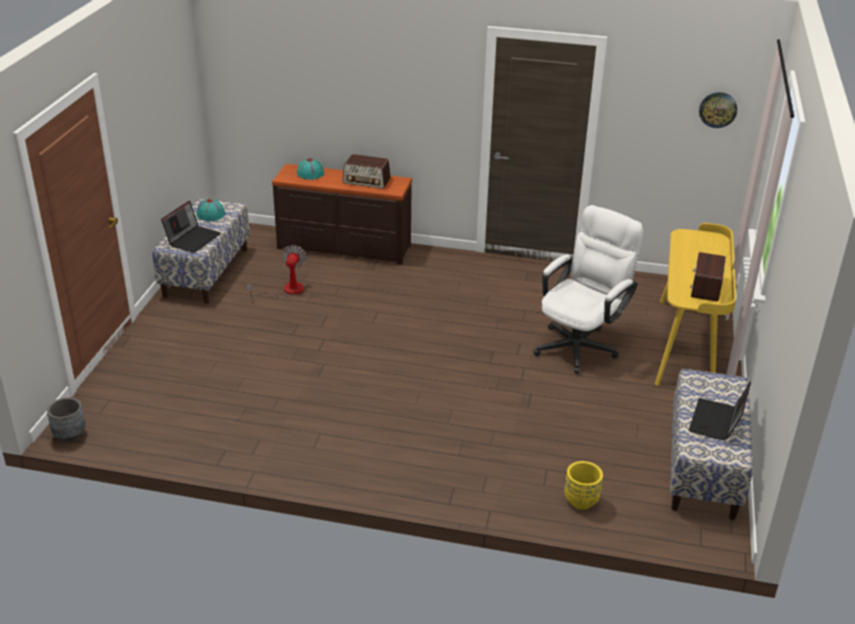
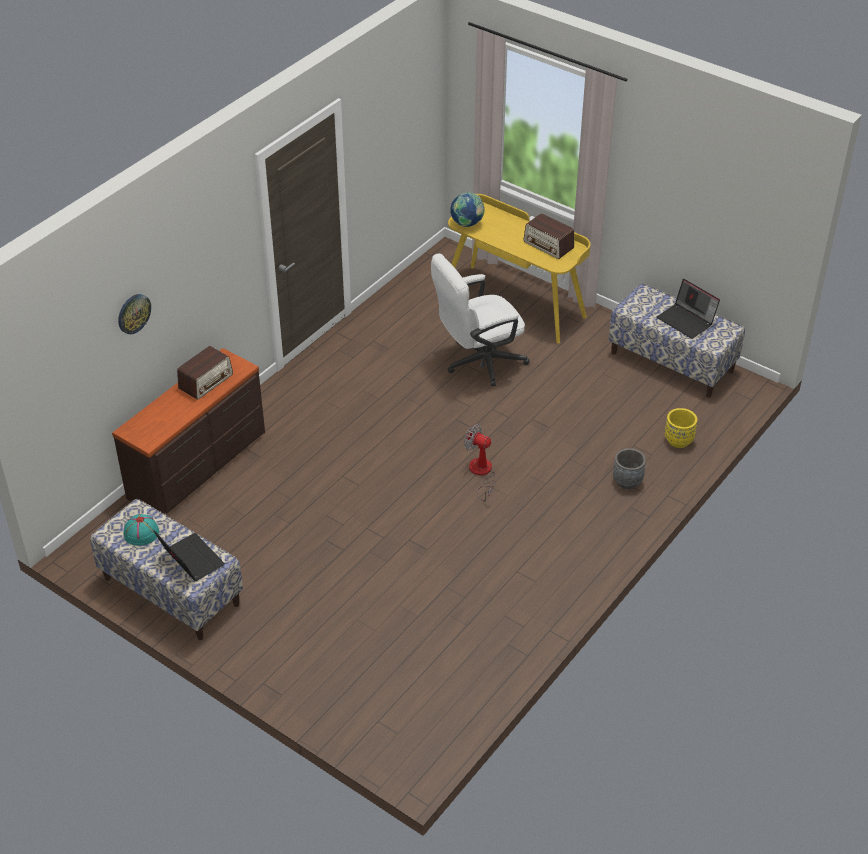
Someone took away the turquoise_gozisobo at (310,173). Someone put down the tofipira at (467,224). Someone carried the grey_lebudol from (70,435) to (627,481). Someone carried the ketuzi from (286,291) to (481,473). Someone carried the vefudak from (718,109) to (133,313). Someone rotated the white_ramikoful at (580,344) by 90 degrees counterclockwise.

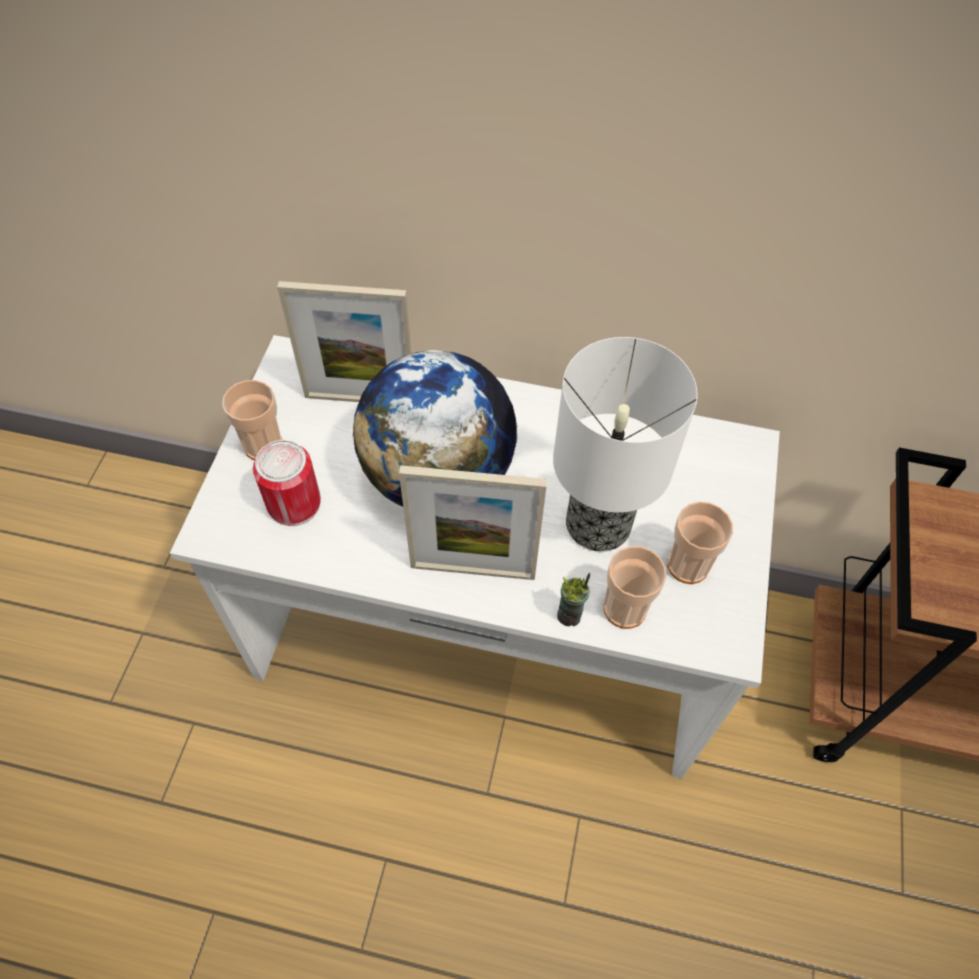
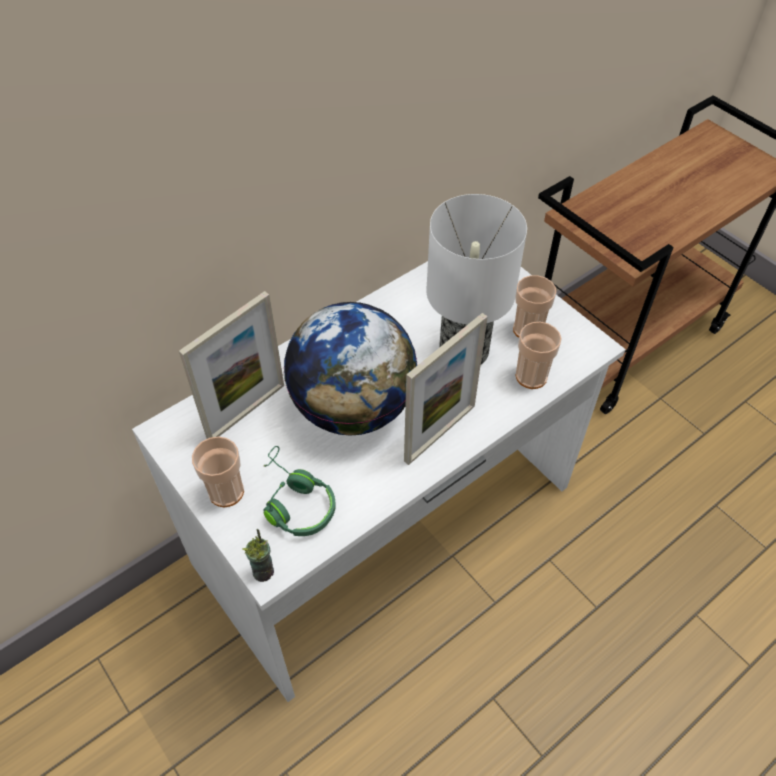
Someone carried the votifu from (570,615) to (263,571). Someone swapped the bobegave at (294,503) for the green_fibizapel at (294,501).

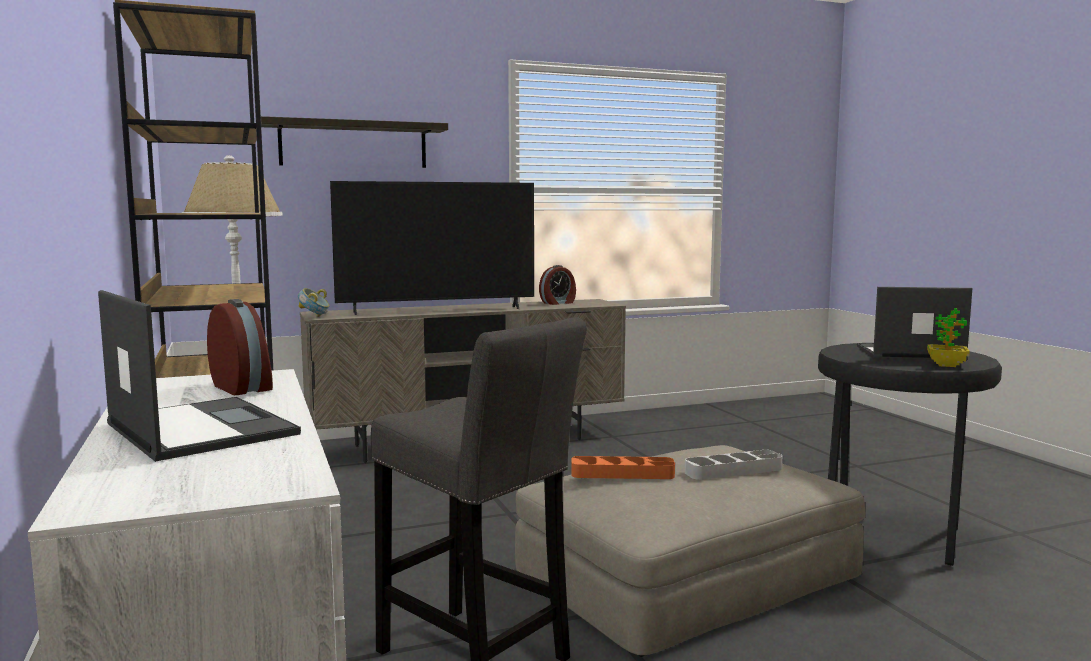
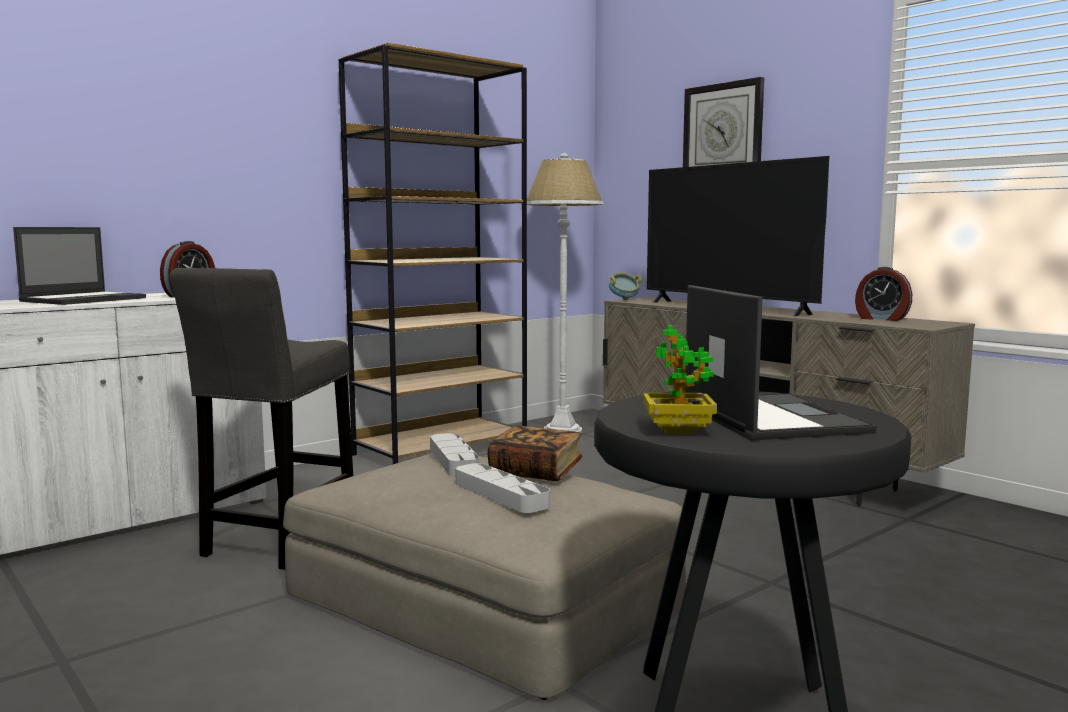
Someone put down the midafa at (535,472). Someone swapped the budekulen at (353,145) for the vefudak at (723,131). Someone repainted the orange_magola at (622,474), which became the grey_magola at (453,460).

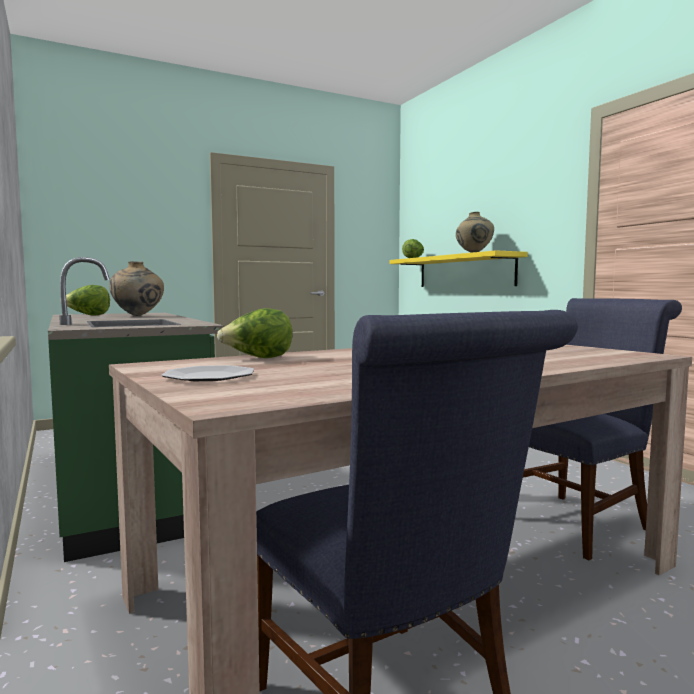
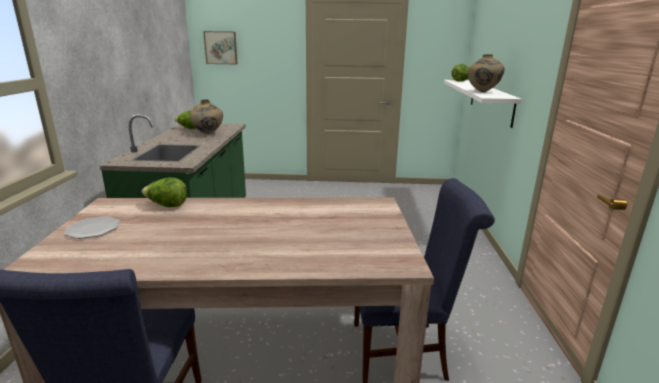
Someone put up the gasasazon at (221,47). Someone repainted the yellow_budekulen at (464,271), which became the white_budekulen at (490,101).

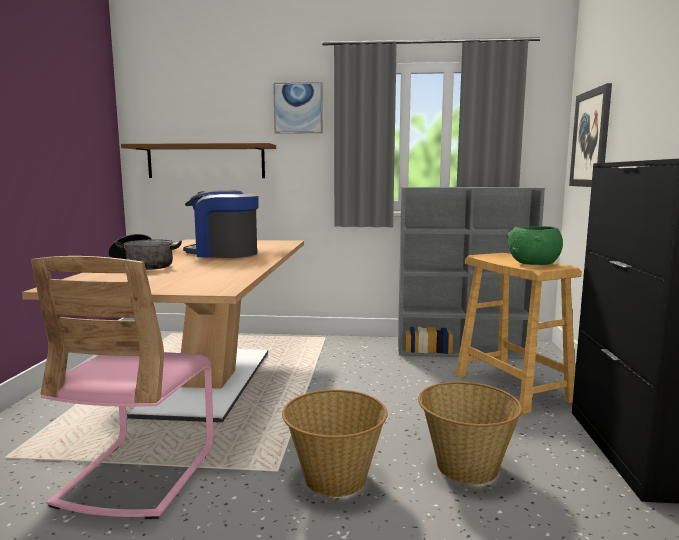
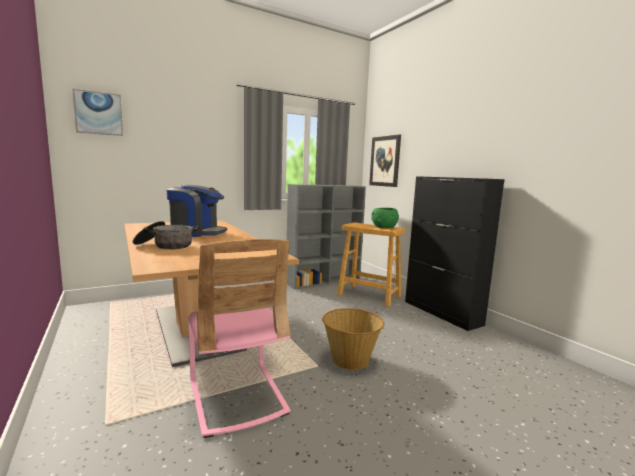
Someone took away the brown_budekulen at (206,161). Someone took away the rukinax at (465,467). Someone carried the gasasazon from (298,108) to (98,113). Someone rotated the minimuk at (224,253) by 150 degrees counterclockwise.

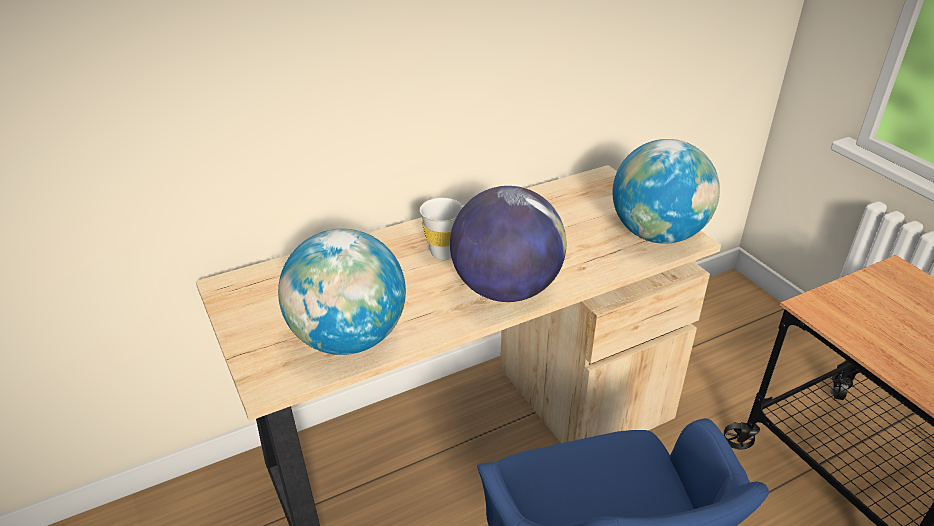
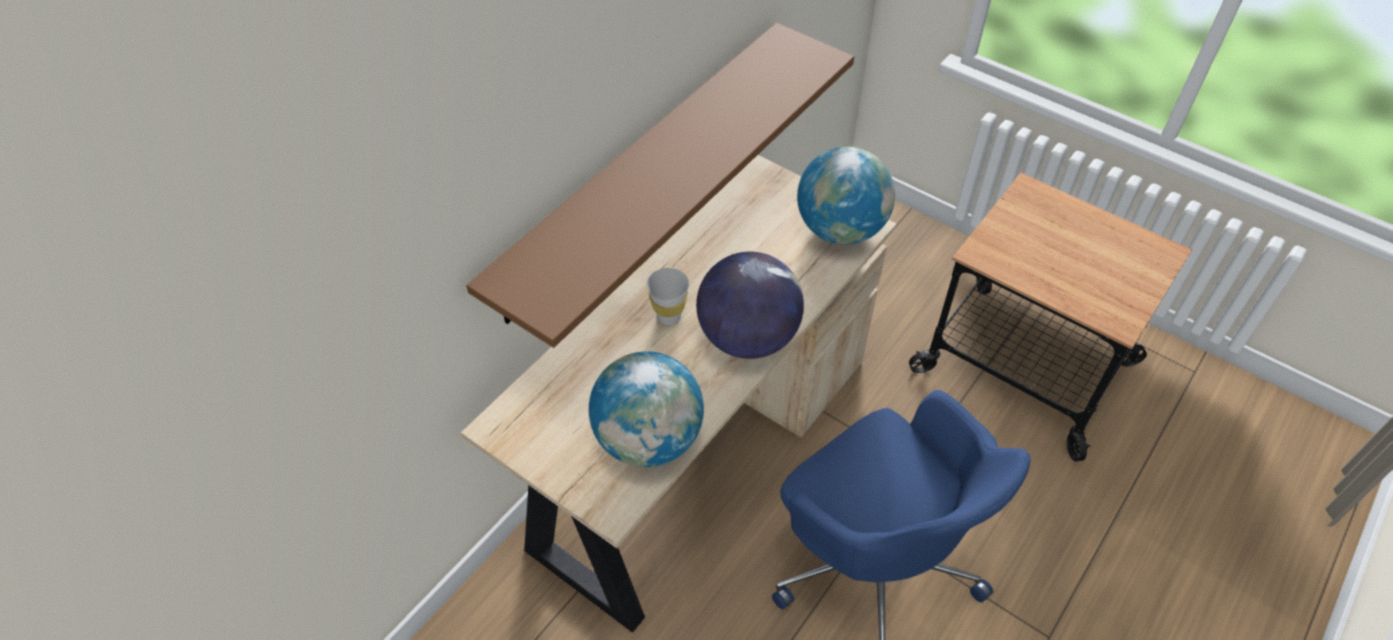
Someone put up the brown_budekulen at (641,169).

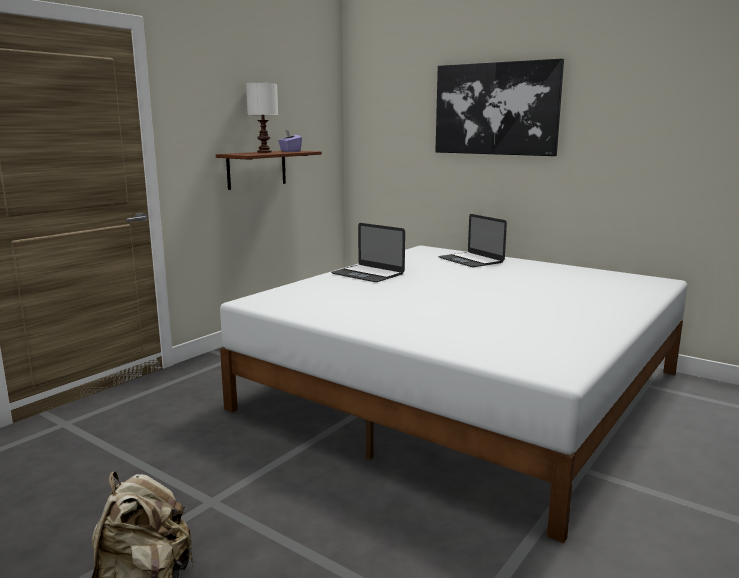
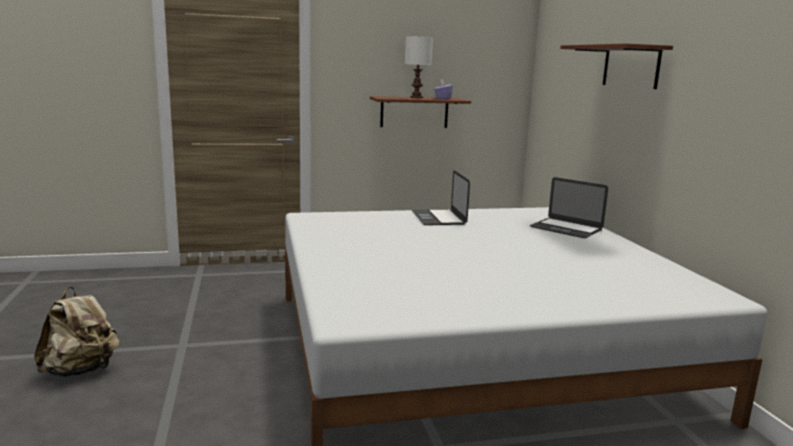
Someone swapped the gasasazon at (496,109) for the brown_budekulen at (631,66). Someone rotated the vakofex at (470,260) by 60 degrees counterclockwise.

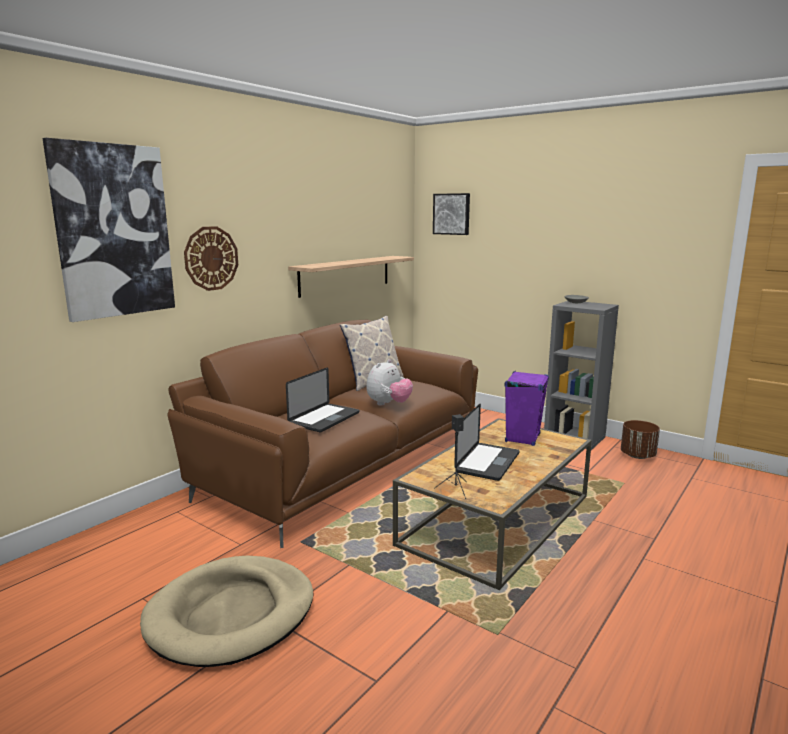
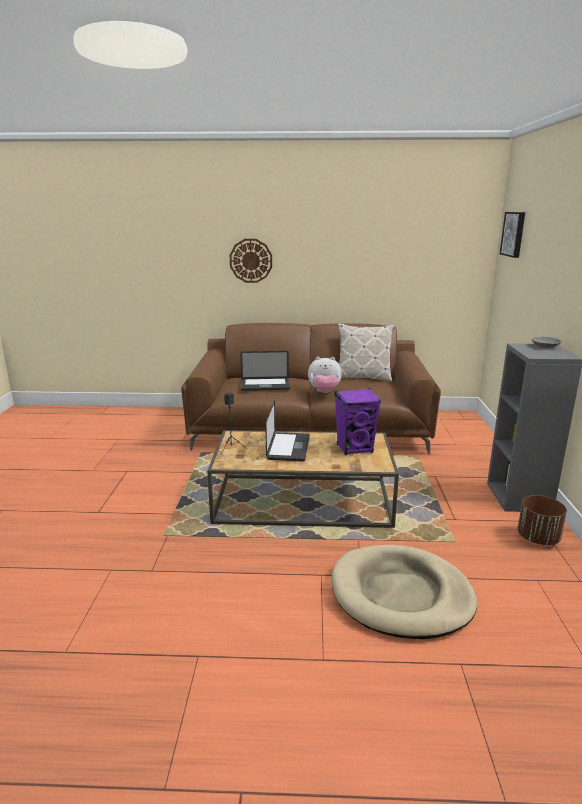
Someone took away the gasasazon at (113,231). Someone took away the budekulen at (345,275). Someone carried the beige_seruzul from (231,614) to (401,595). Someone rotated the vakofex at (487,462) by 75 degrees counterclockwise.

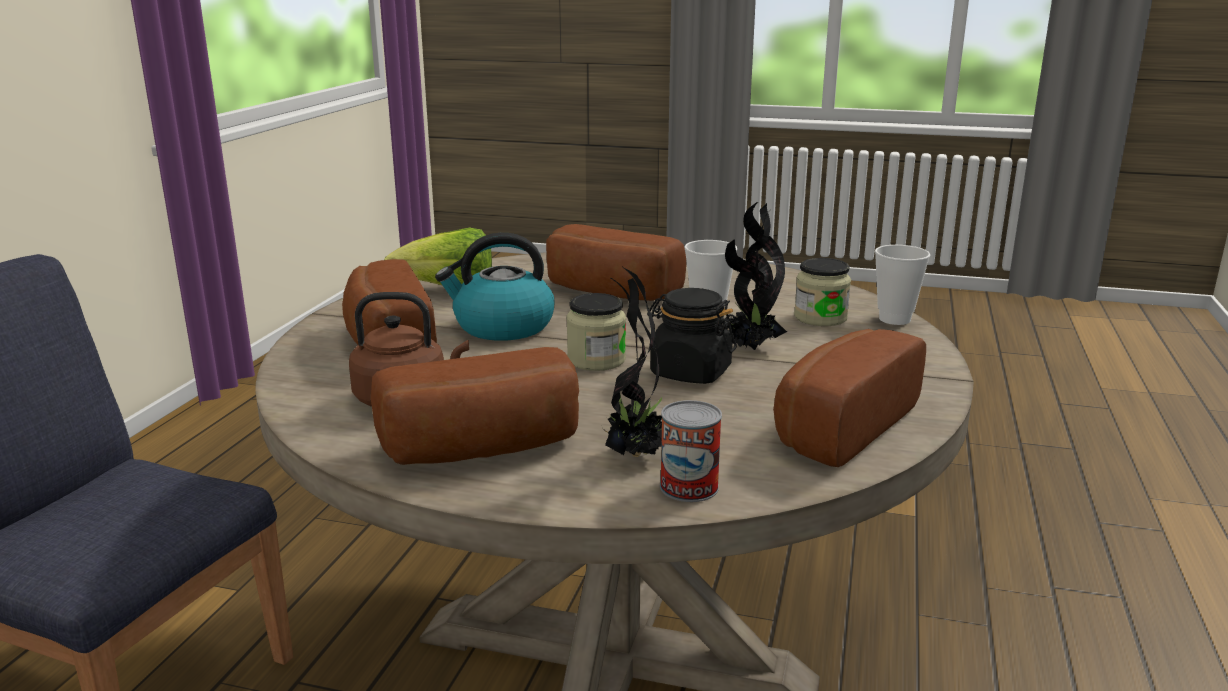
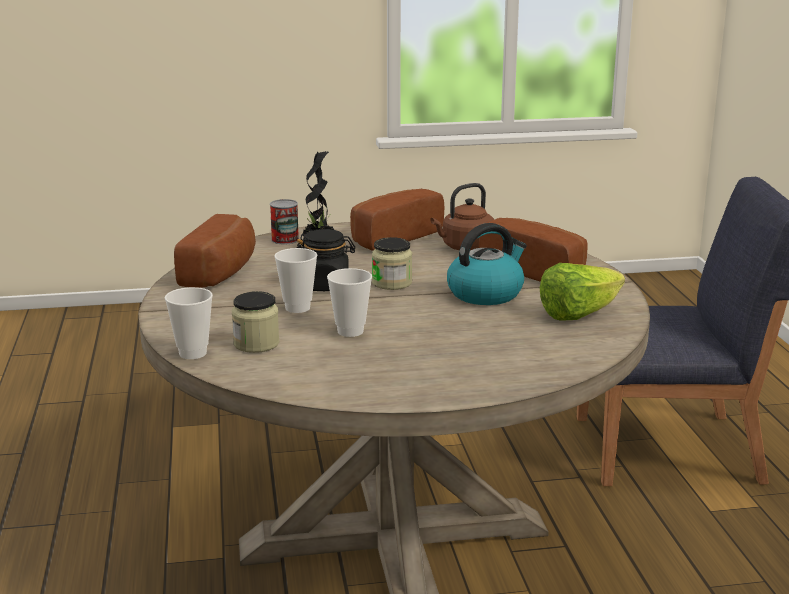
Someone took away the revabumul at (608,293). Someone swapped the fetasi at (750,348) for the votifu at (297,308).

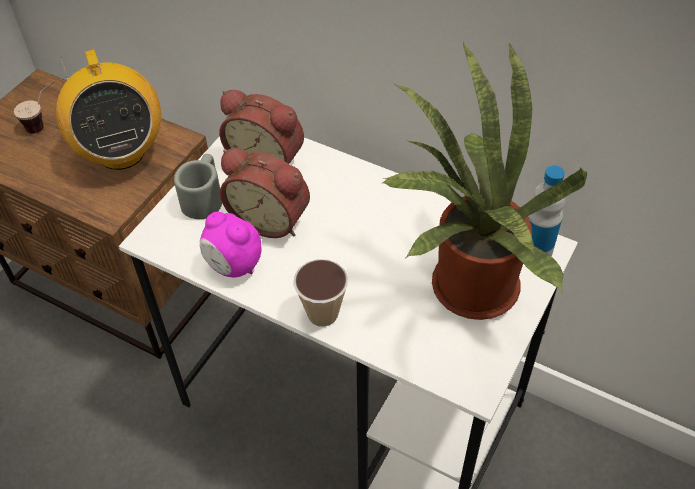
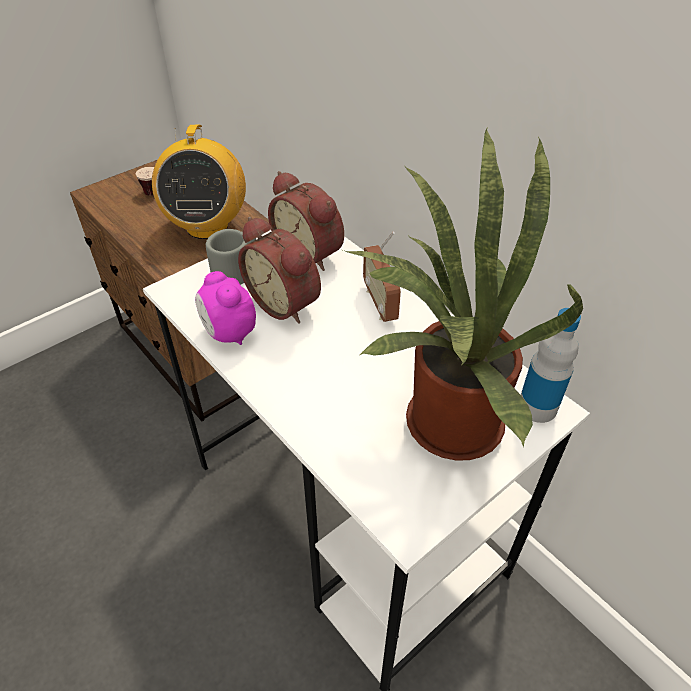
Someone took away the votifu at (322,314). Someone put down the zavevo at (380,303).

